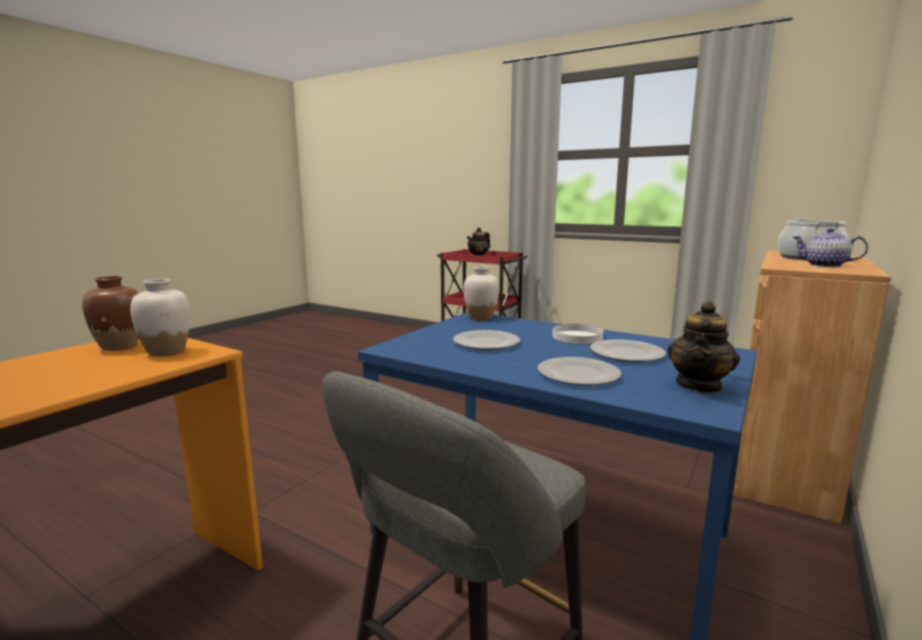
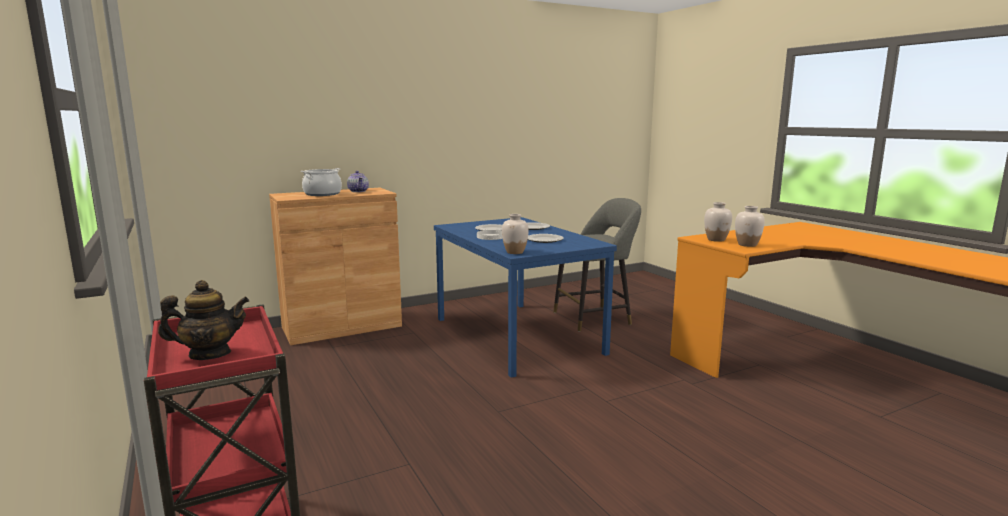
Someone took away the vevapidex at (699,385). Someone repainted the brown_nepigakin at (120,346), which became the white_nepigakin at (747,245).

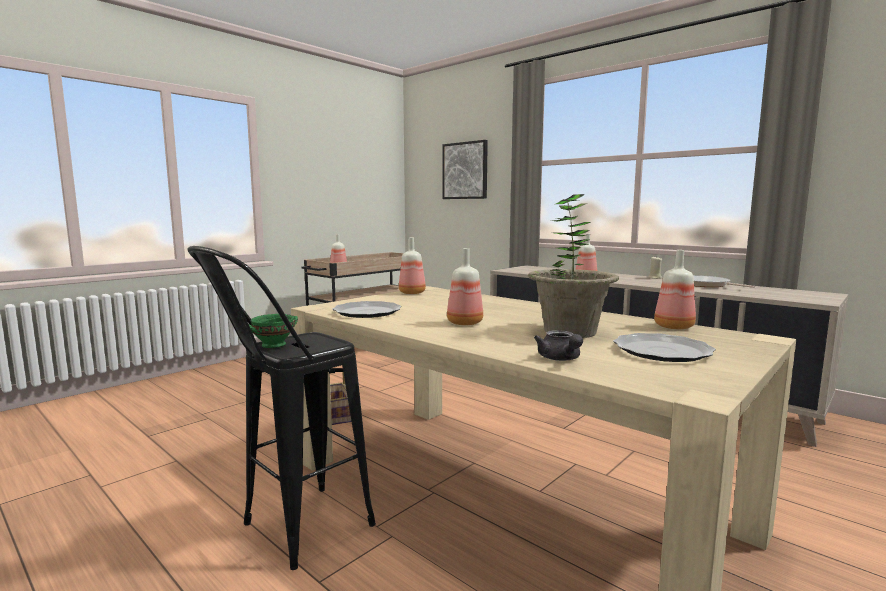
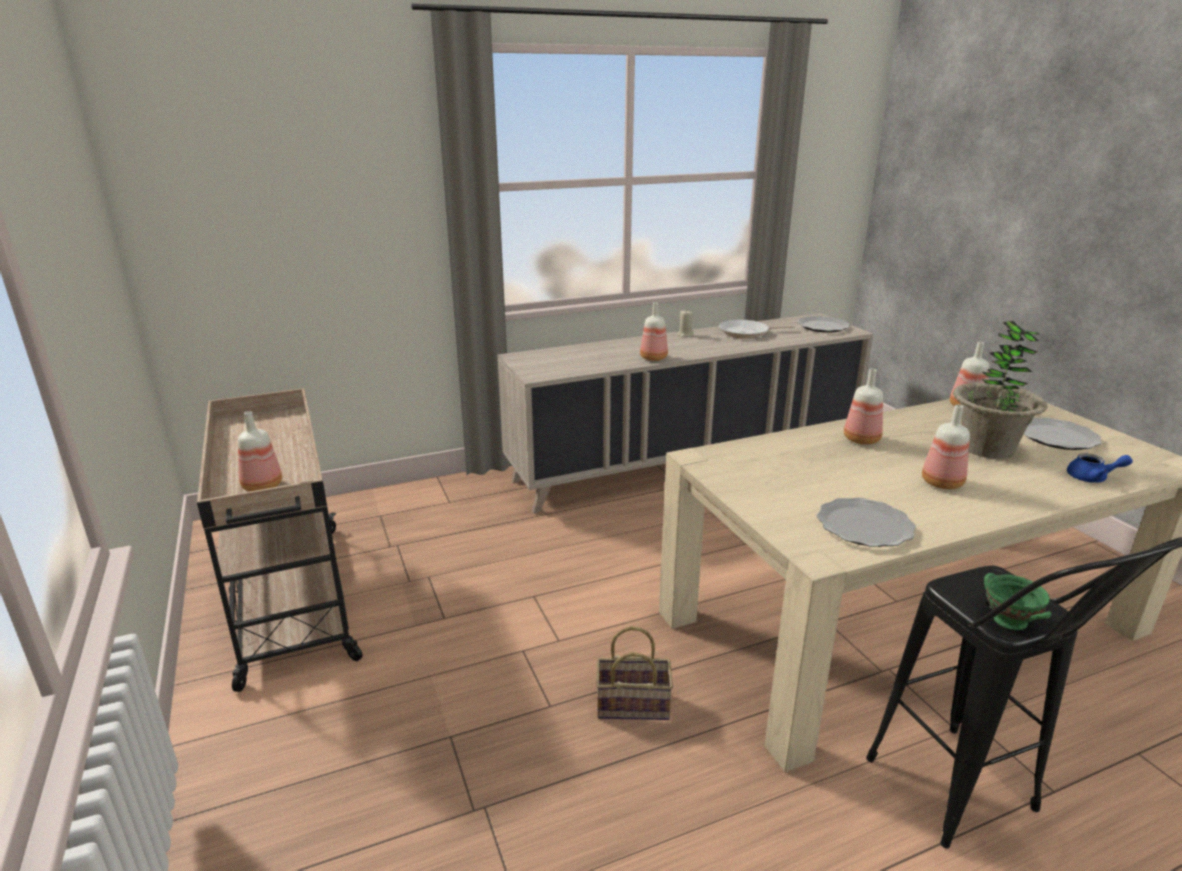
Someone took away the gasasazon at (465,170). Someone put down the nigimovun at (823,326). Someone carried the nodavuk from (413,293) to (861,439). Someone repainted the grey_vevapidex at (560,359), which became the blue_vevapidex at (1092,478).

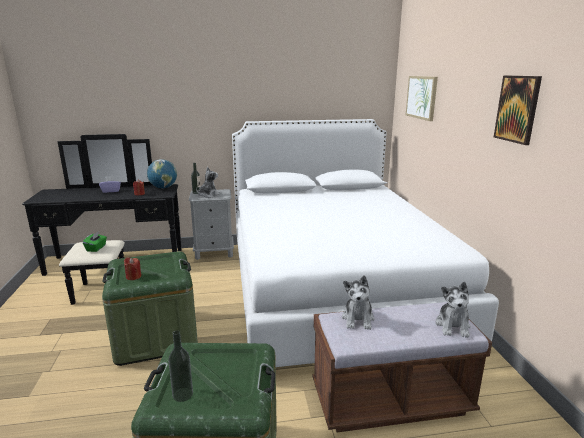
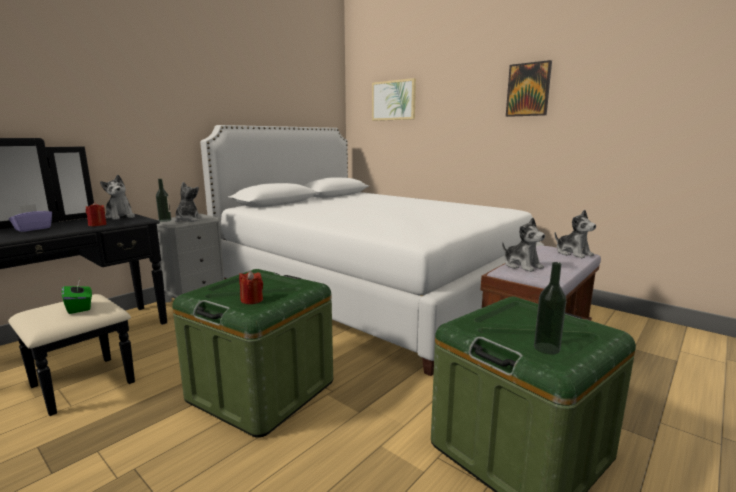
Someone swapped the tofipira at (163,188) for the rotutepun at (120,217).

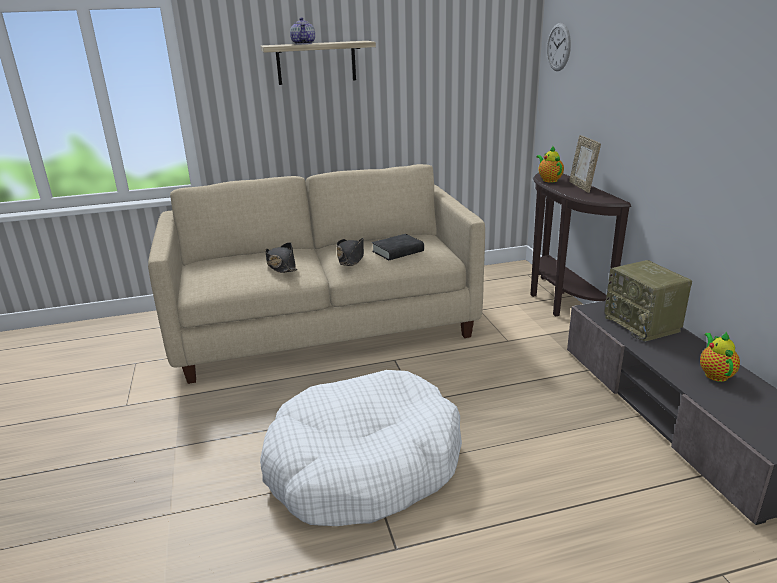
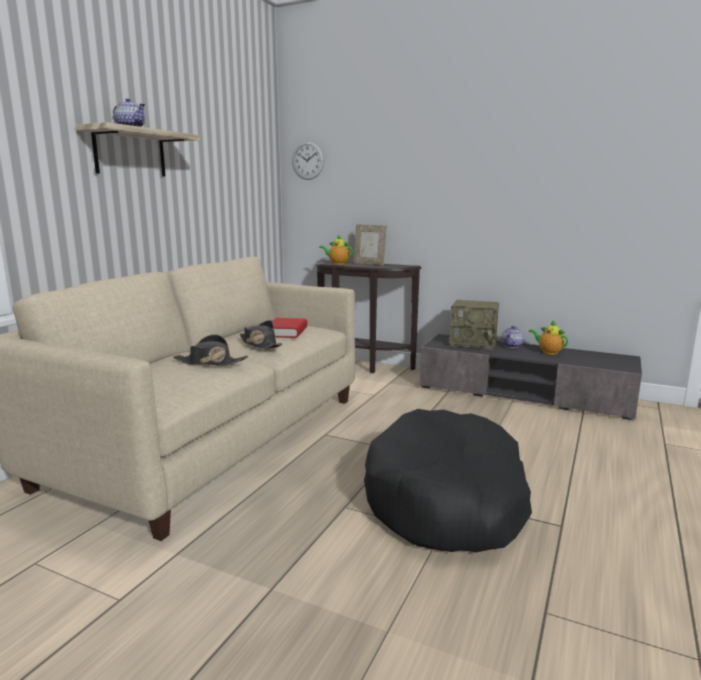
Someone put down the vevapidex at (511,346). Someone repainted the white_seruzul at (363,465), which became the black_seruzul at (447,500). Someone repainted the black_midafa at (398,251), which became the red_midafa at (286,332).

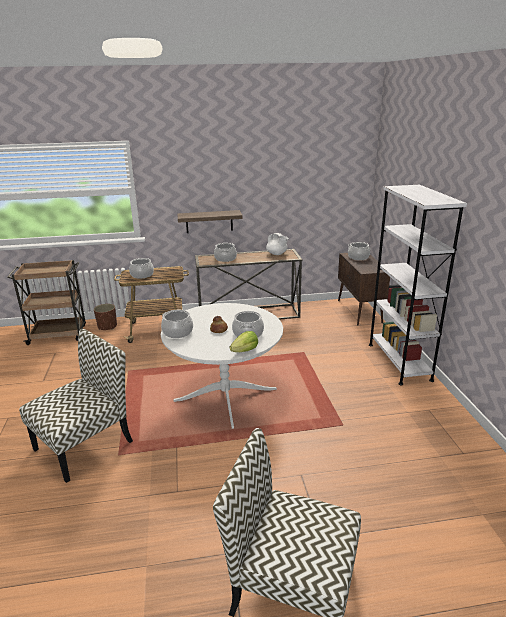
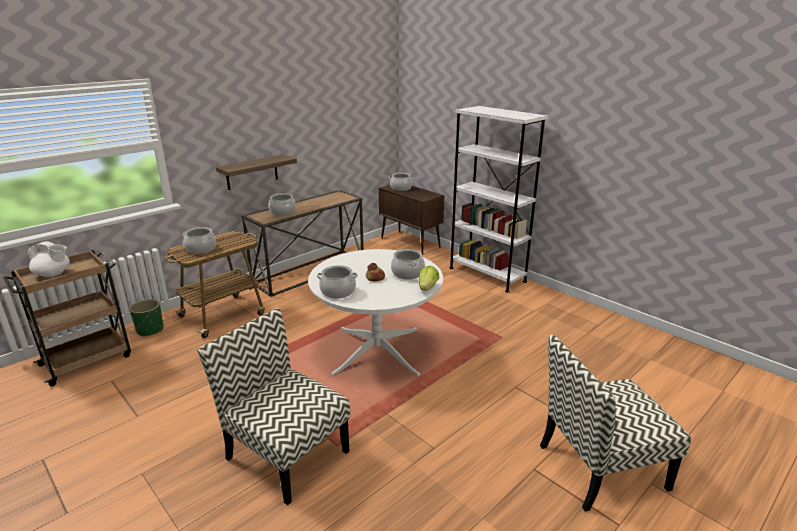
Someone carried the white_vevapidex from (277,254) to (53,274). Someone repainted the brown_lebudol at (107,326), which became the green_lebudol at (150,330). Someone rotated the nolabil at (85,444) by 60 degrees counterclockwise.

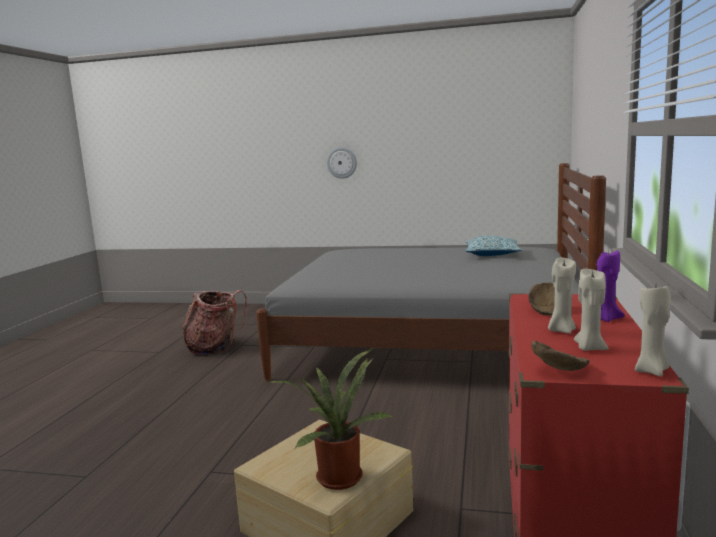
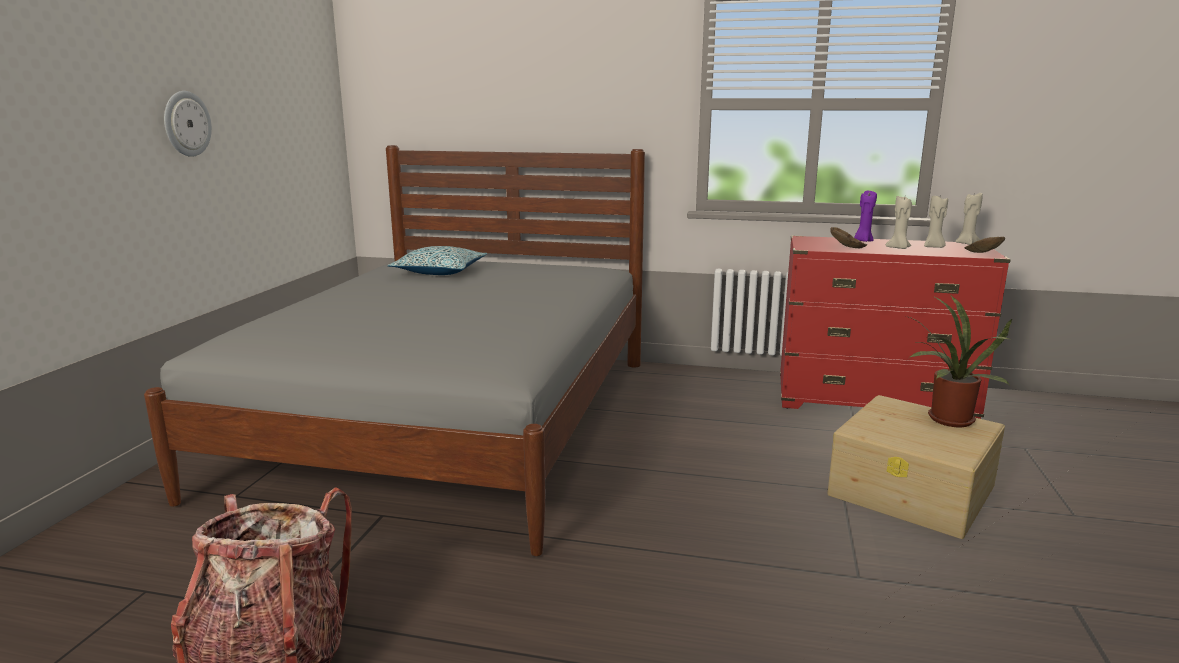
Someone carried the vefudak from (342,162) to (186,124).

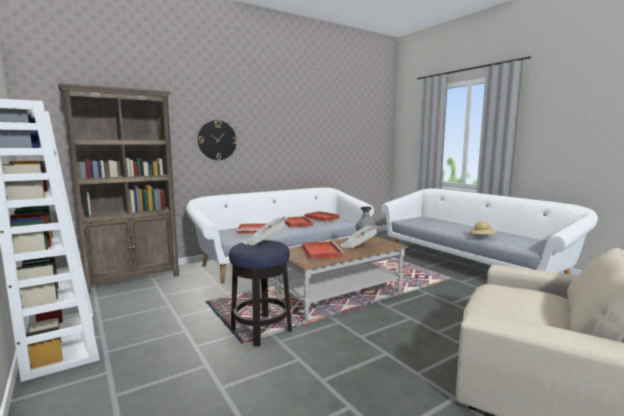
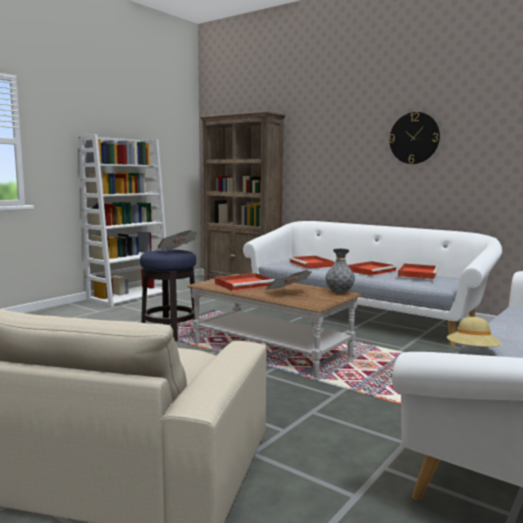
Someone carried the vefudak from (217,140) to (414,138).

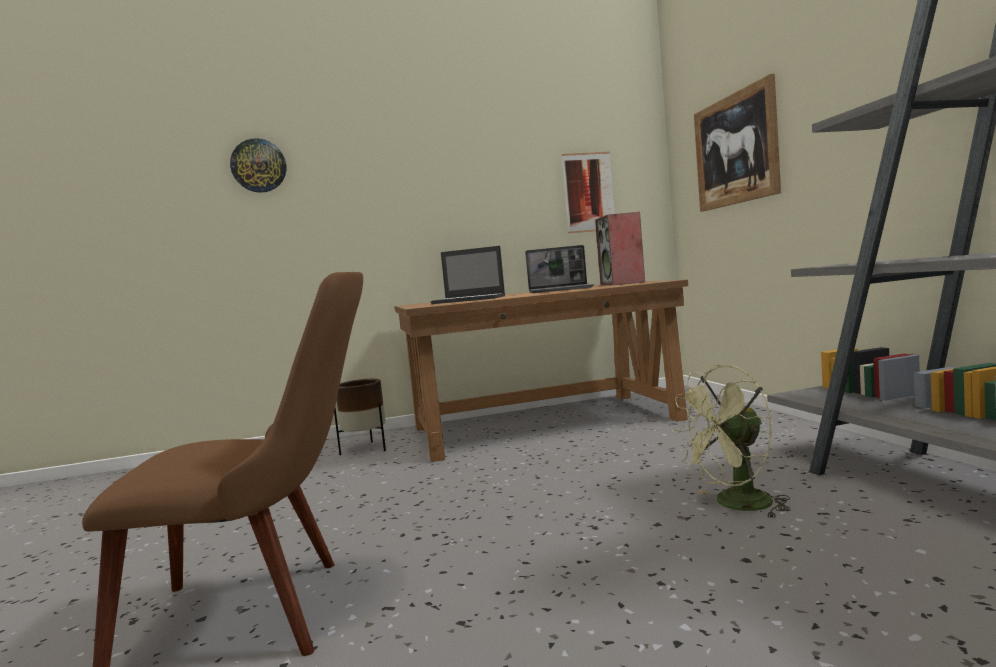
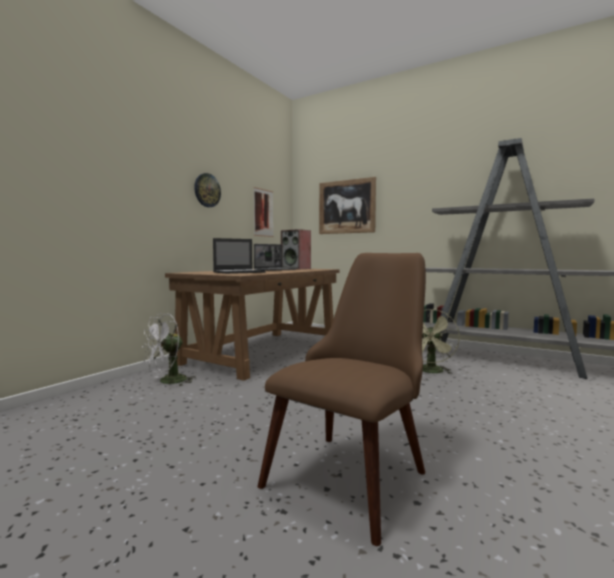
Someone carried the vefudak from (259,166) to (207,190). Someone swapped the brown_lebudol at (365,449) for the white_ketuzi at (168,382).

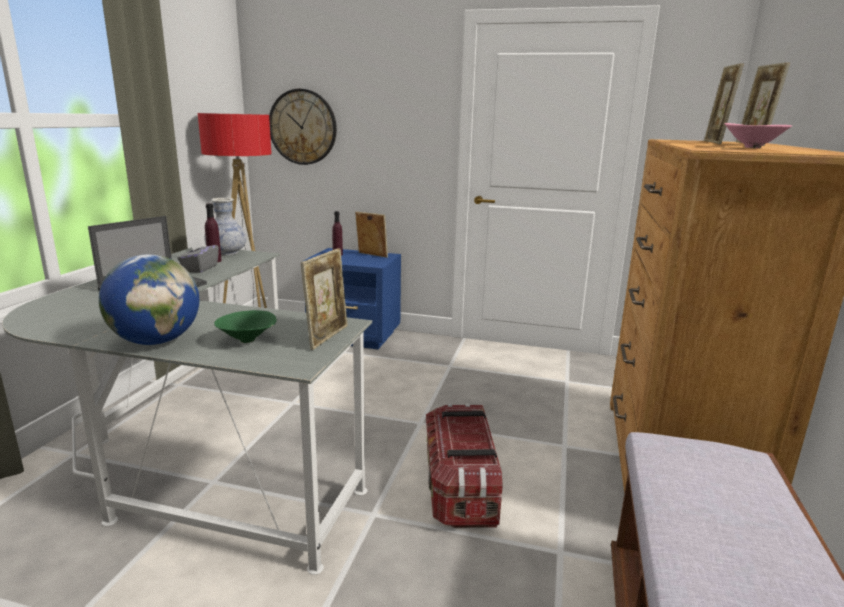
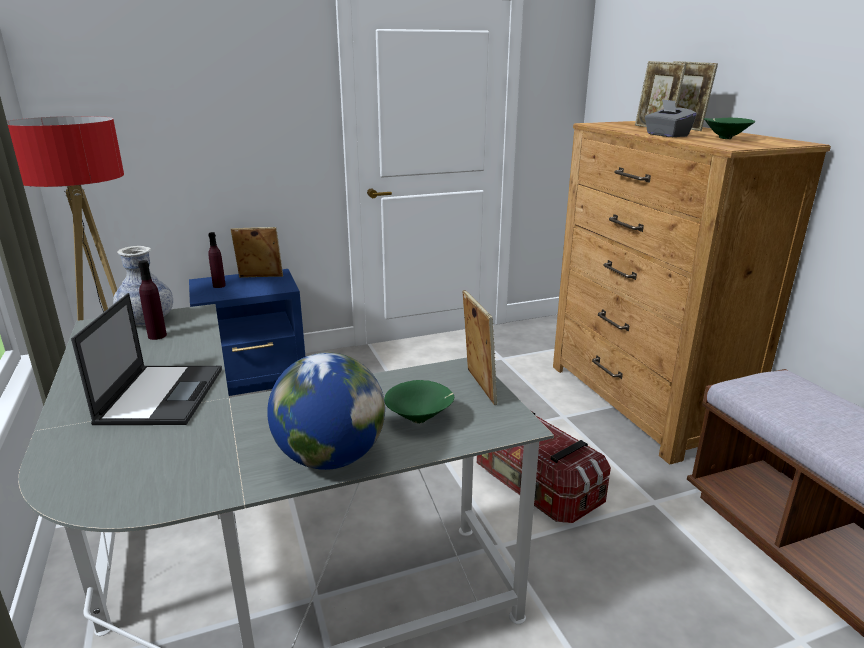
Someone took away the vefudak at (303,127). Someone carried the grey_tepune from (200,268) to (666,135). Someone repainted the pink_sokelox at (752,148), which became the green_sokelox at (724,138).

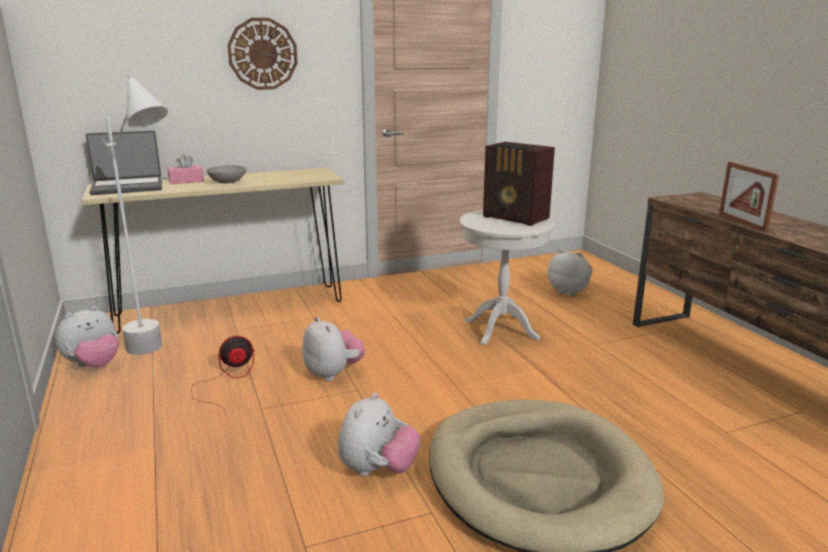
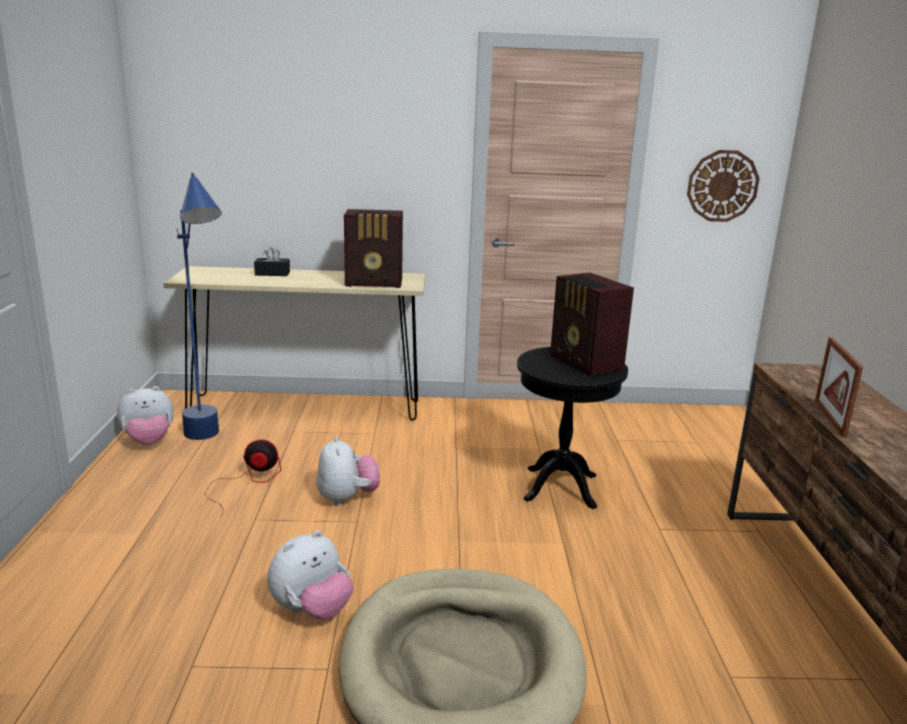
Someone took away the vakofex at (128,187). Someone took away the grey_sokelox at (227,182). Someone took away the rotutepun at (569,292). Someone put down the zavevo at (375,283). Someone carried the vefudak from (262,54) to (722,186). Someone repainted the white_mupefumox at (161,354), which became the blue_mupefumox at (210,443). Someone repainted the pink_tepune at (186,181), which became the black_tepune at (272,273). Someone repainted the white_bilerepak at (501,329), which became the black_bilerepak at (560,487).

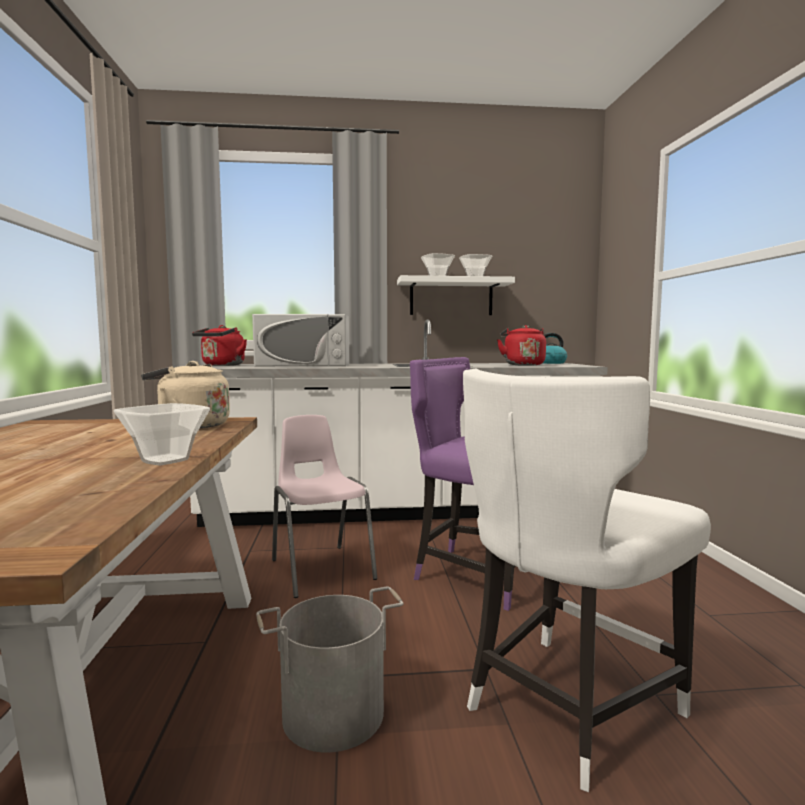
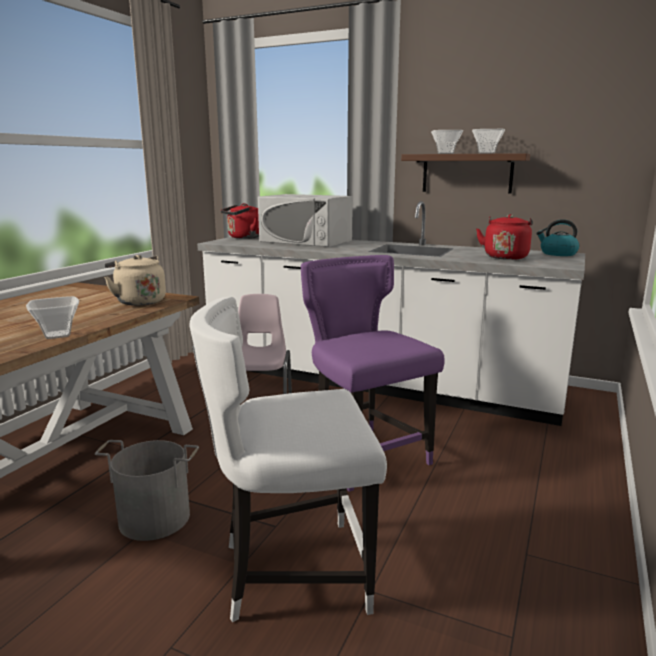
Someone repainted the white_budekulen at (451,297), which became the brown_budekulen at (467,173).

